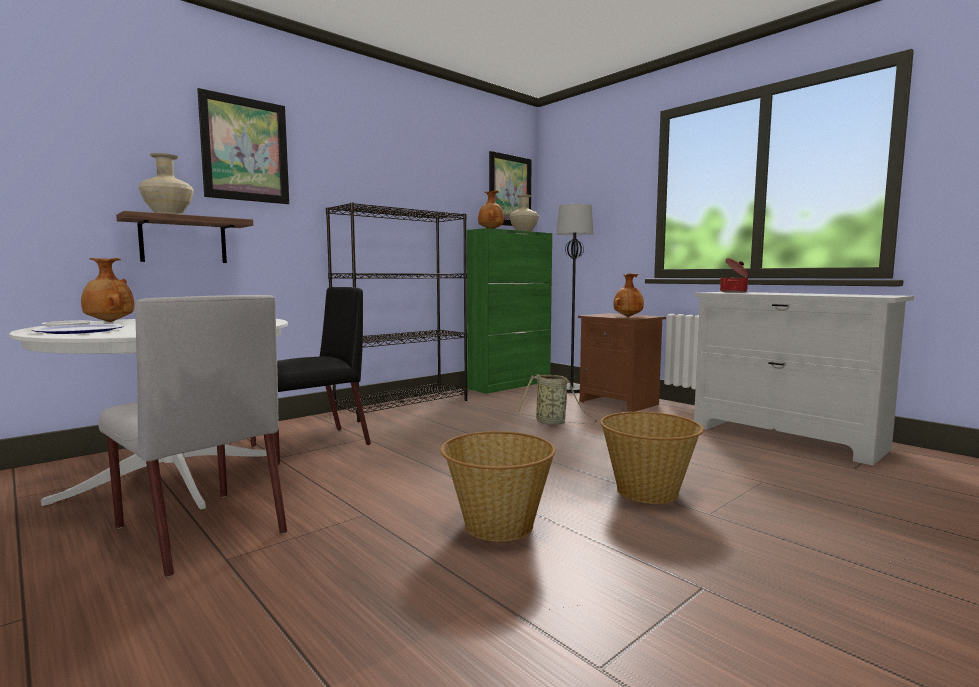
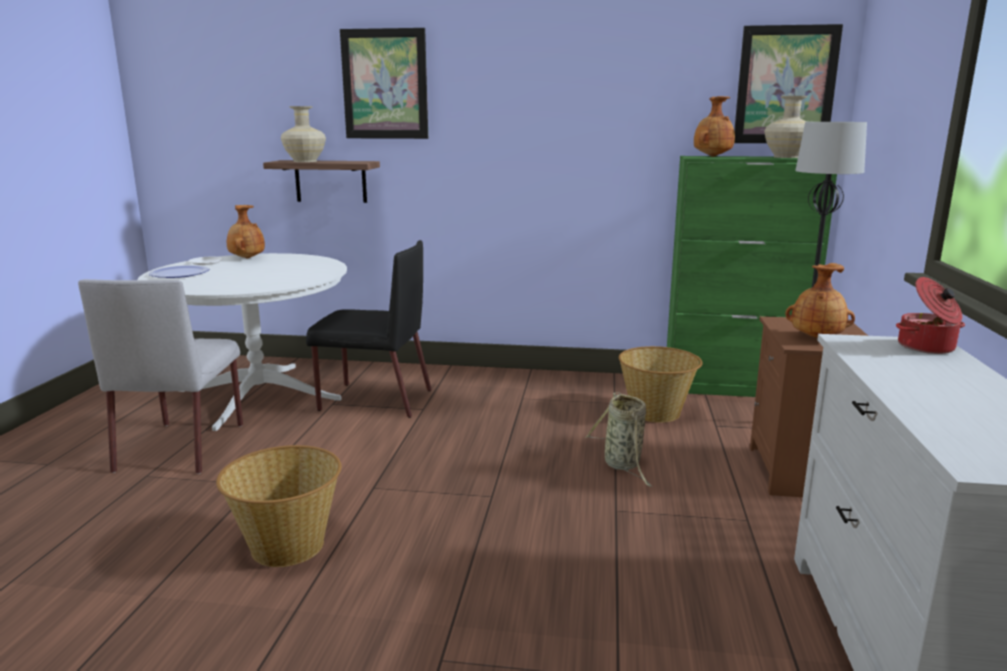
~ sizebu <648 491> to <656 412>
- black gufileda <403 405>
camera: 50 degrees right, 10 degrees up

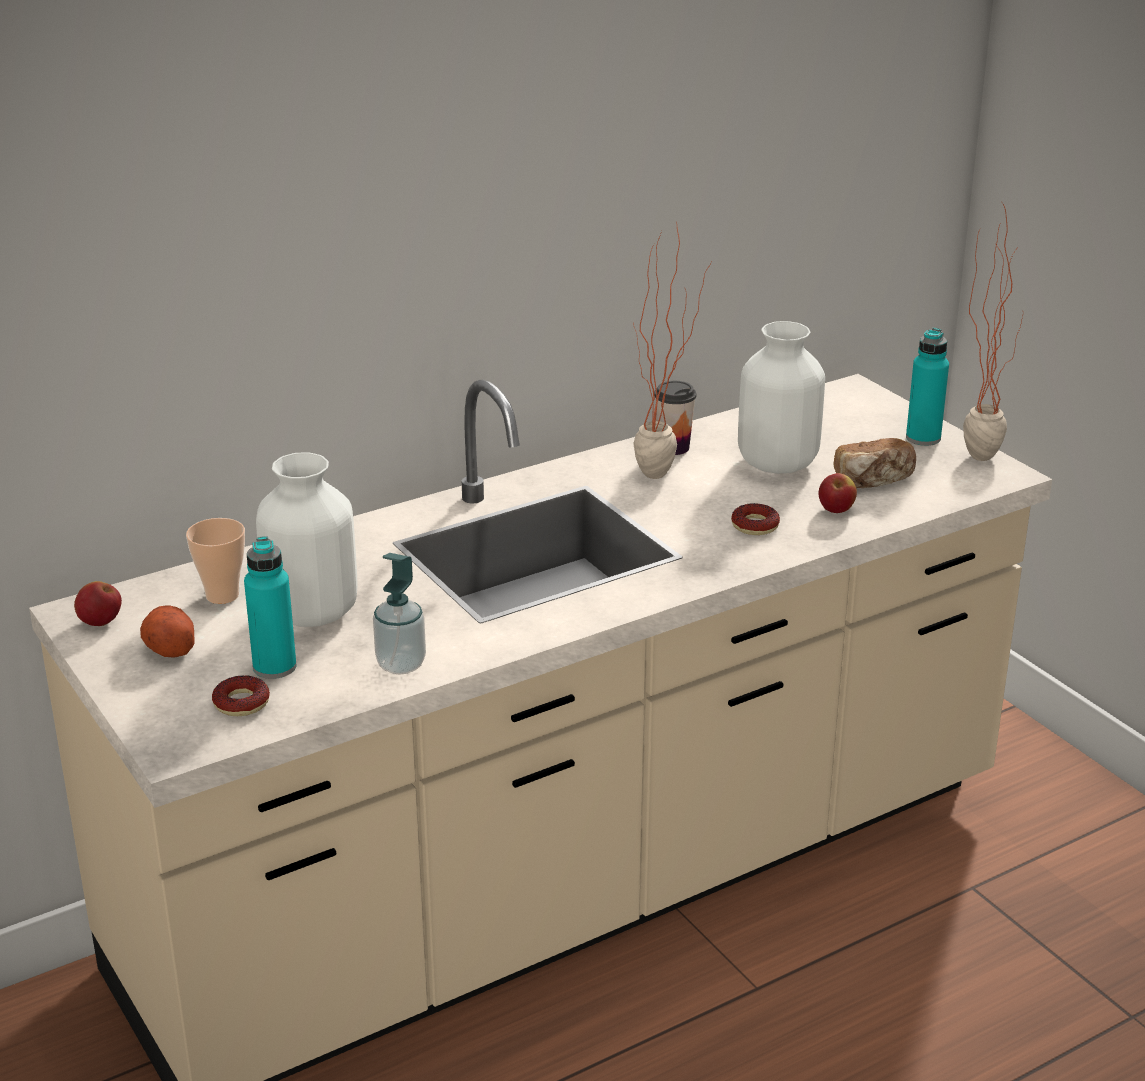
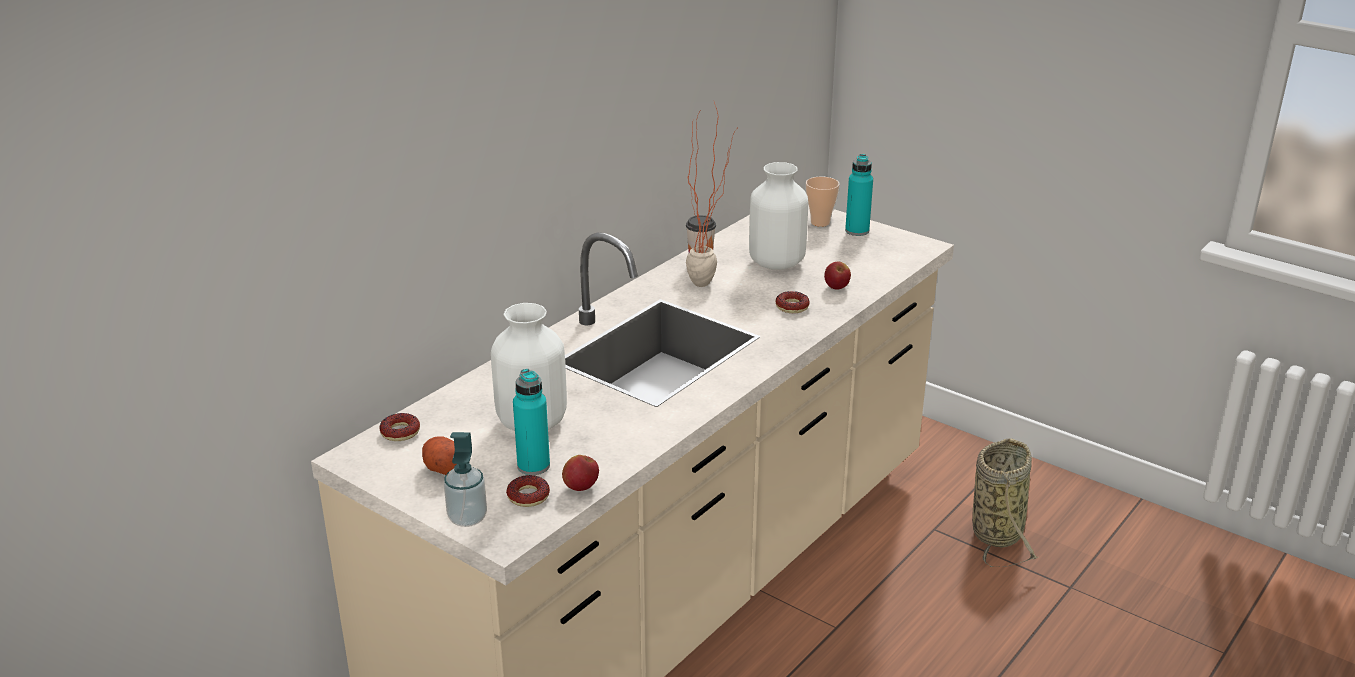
+ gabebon <400 432>
~ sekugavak <401 664> to <467 518>
~ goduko <100 622> to <581 487>
~ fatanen <222 595> to <820 222>
+ sizebu <997 530>
- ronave <874 481>
- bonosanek <979 451>
camera: 20 degrees left, 0 degrees up

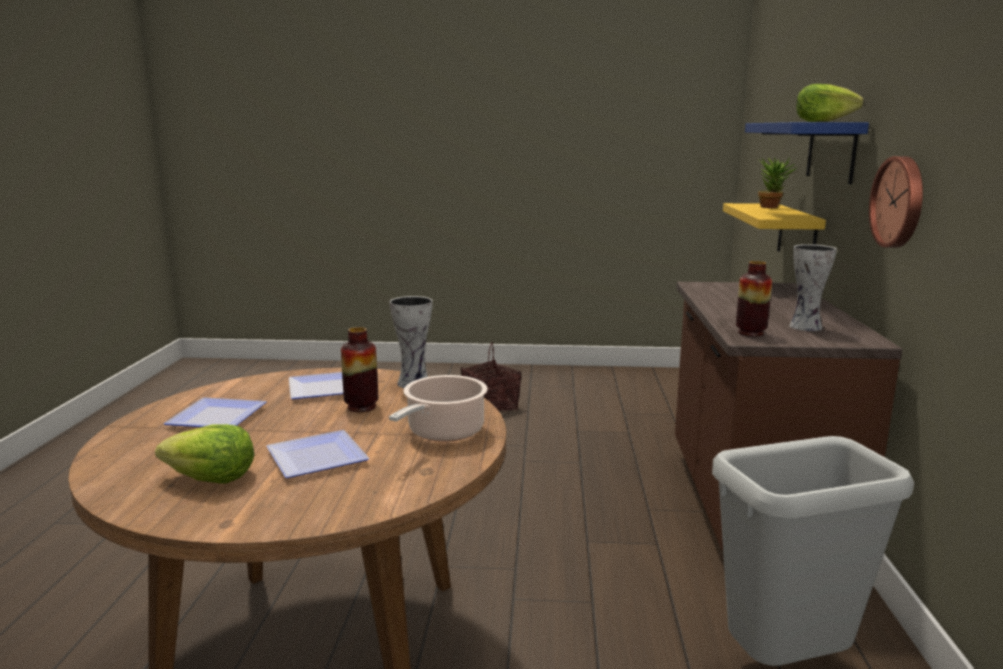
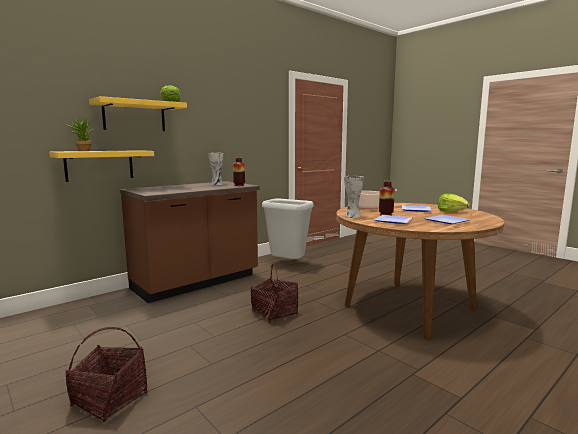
~ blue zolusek <831 151> to yellow zolusek <134 116>
+ sizebu <274 313>
- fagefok <900 202>
camera: 135 degrees left, 5 degrees down

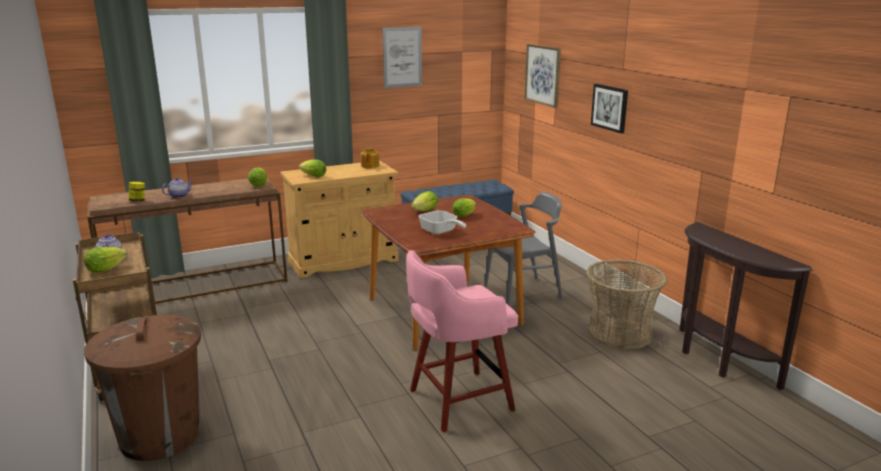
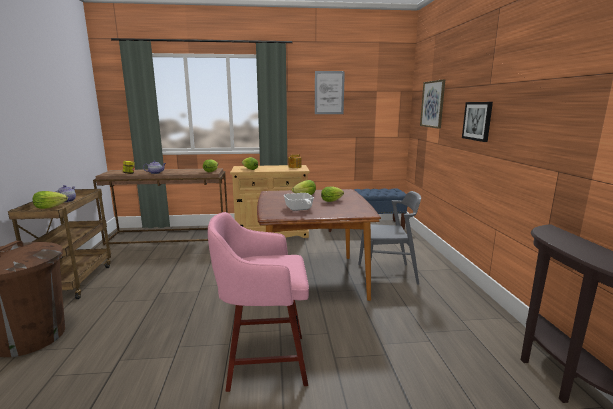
- sizebu <620 333>
camera: 20 degrees right, 5 degrees down

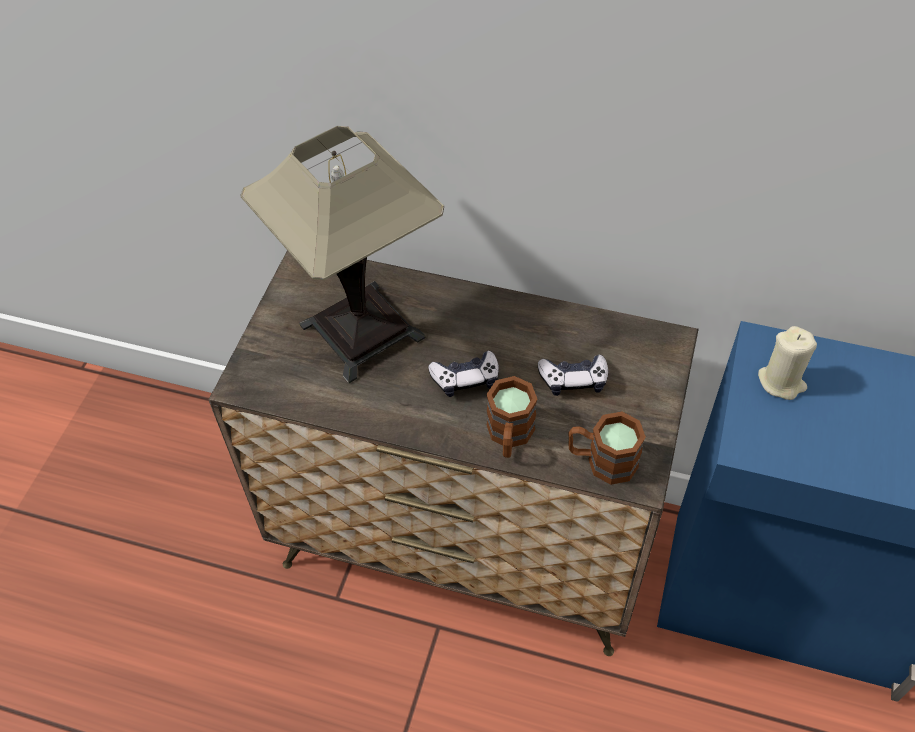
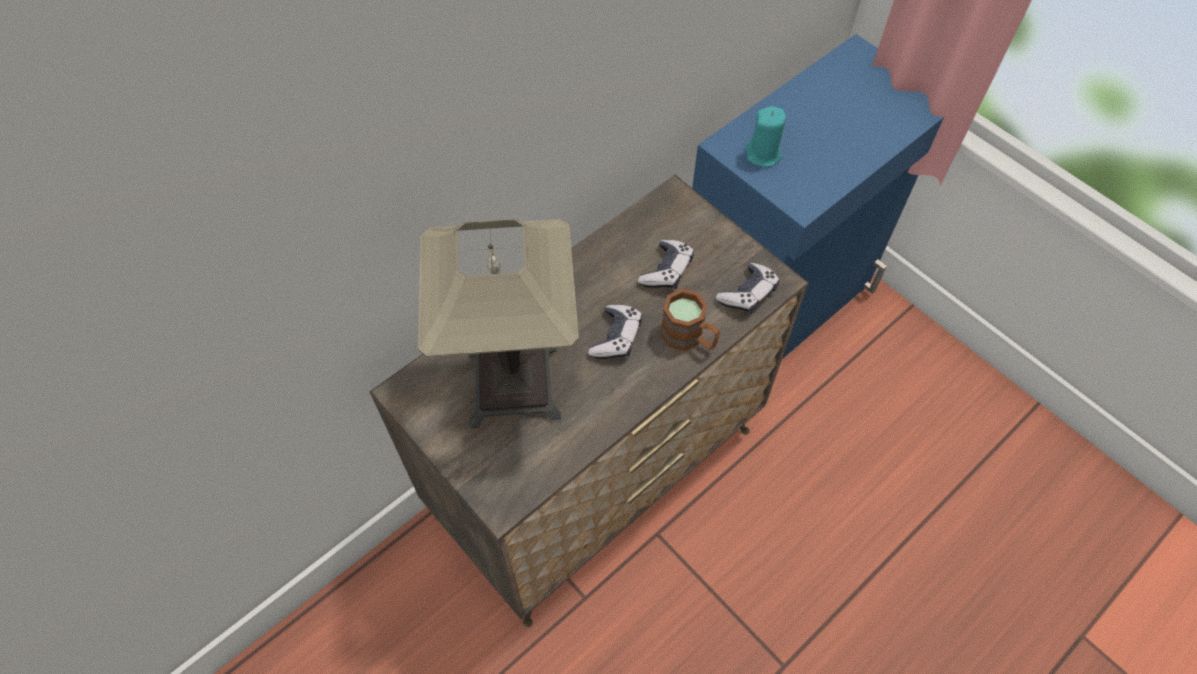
~ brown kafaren <602 461> to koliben <748 294>
~ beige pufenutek <781 381> to turquoise pufenutek <763 155>
camera: 60 degrees left, 5 degrees up

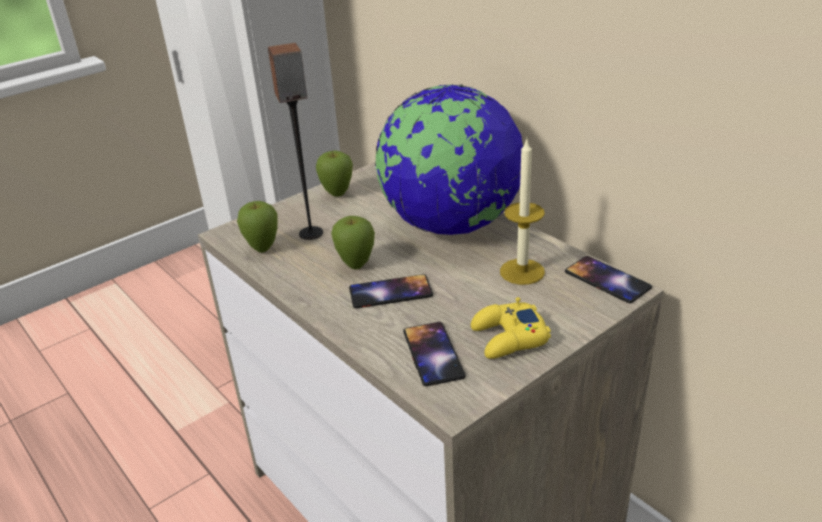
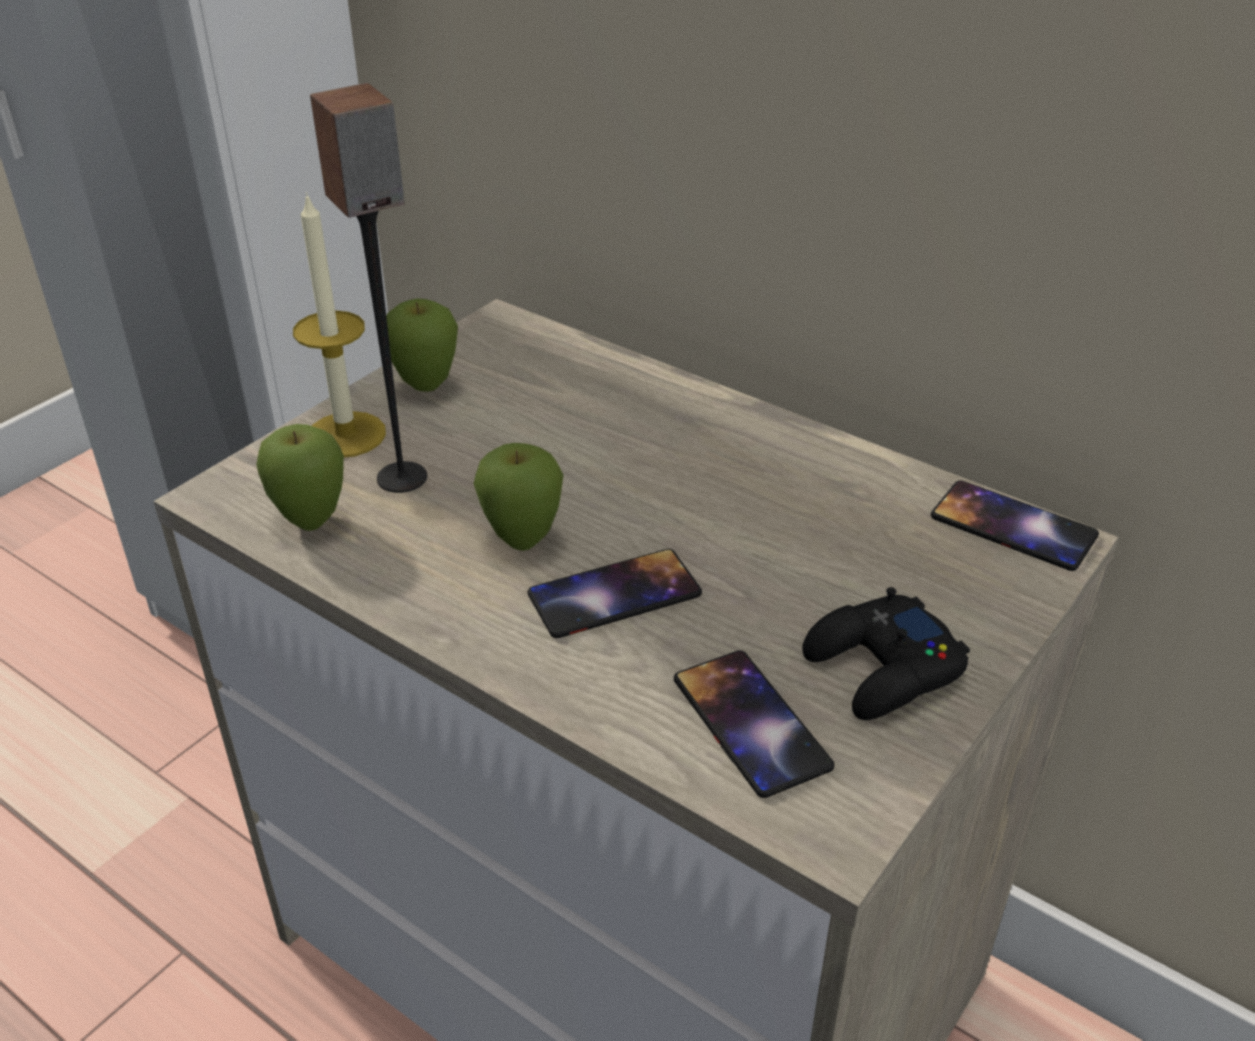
~ pufenutek <522 271> to <346 435>
~ yellow koliben <509 338> to black koliben <882 669>
- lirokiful <450 225>
camera: 15 degrees left, 5 degrees up

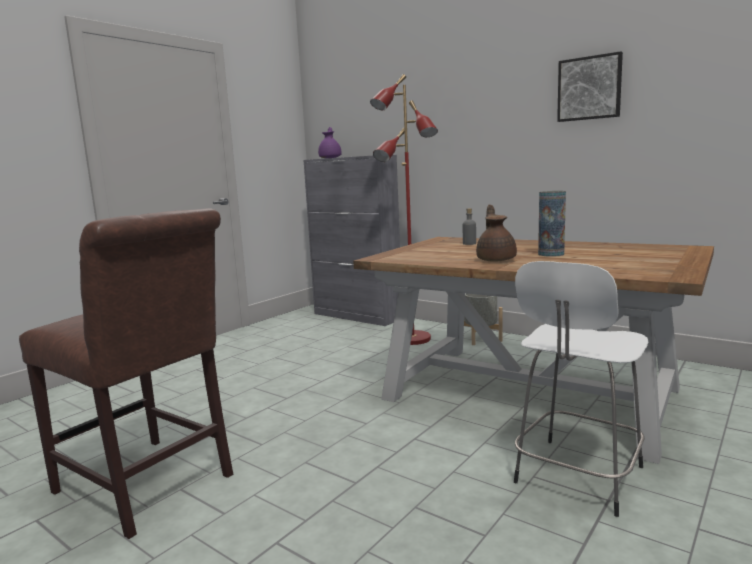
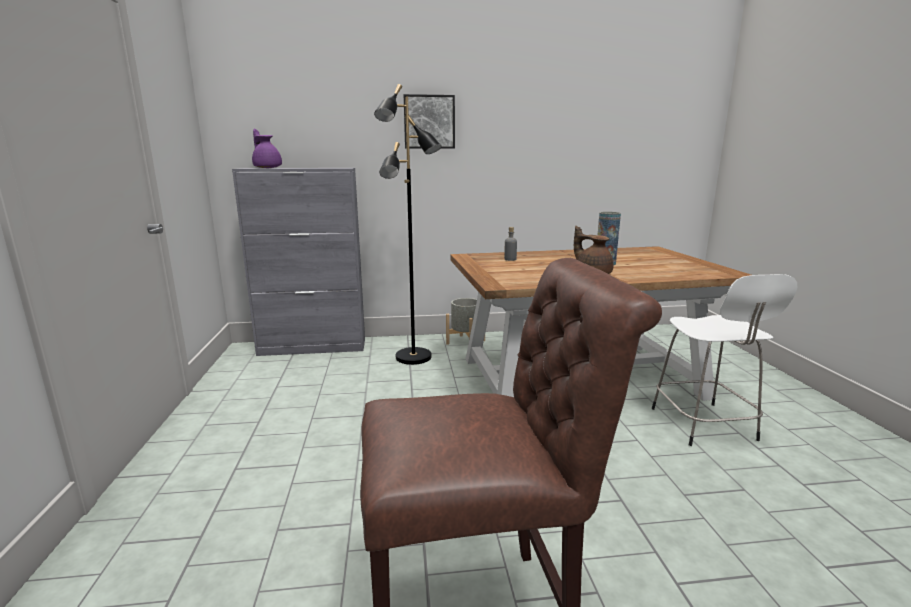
~ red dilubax <412 339> to black dilubax <414 357>
~ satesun <589 88> to <429 122>
camera: 45 degrees left, 5 degrees up

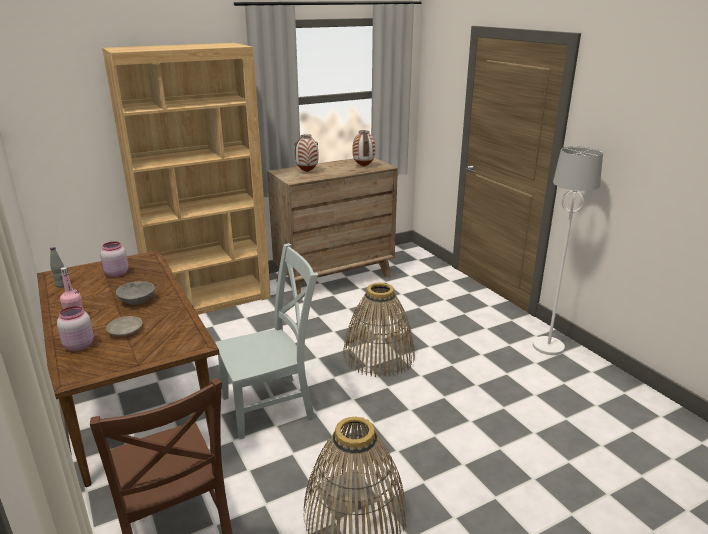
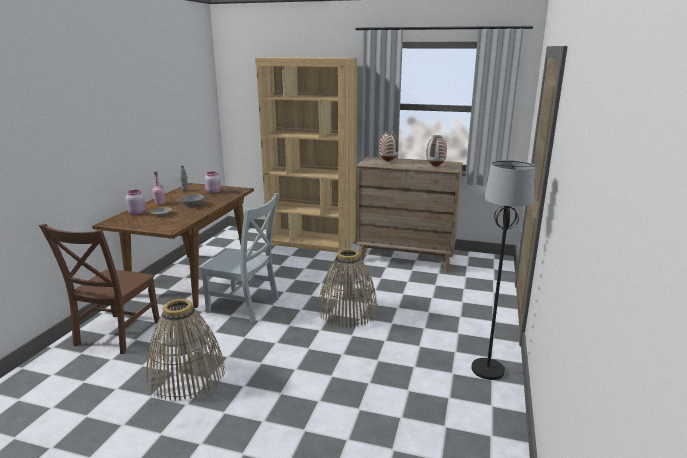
~ white dilubax <548 346> to black dilubax <488 370>
camera: 45 degrees right, 5 degrees down

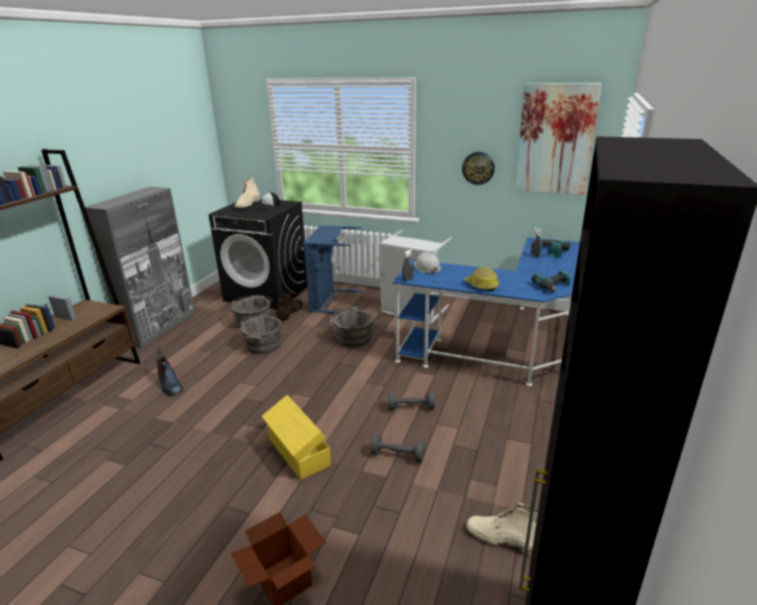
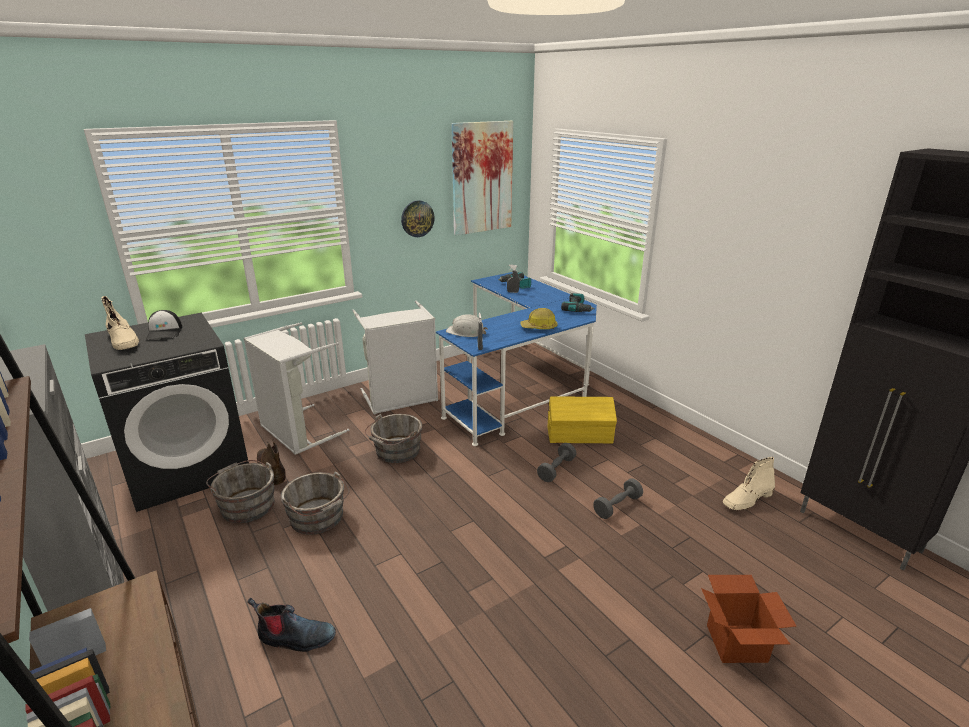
~ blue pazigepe <331 301> to grey pazigepe <296 432>
~ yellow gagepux <298 452> to <580 435>
camera: 55 degrees left, 0 degrees up

